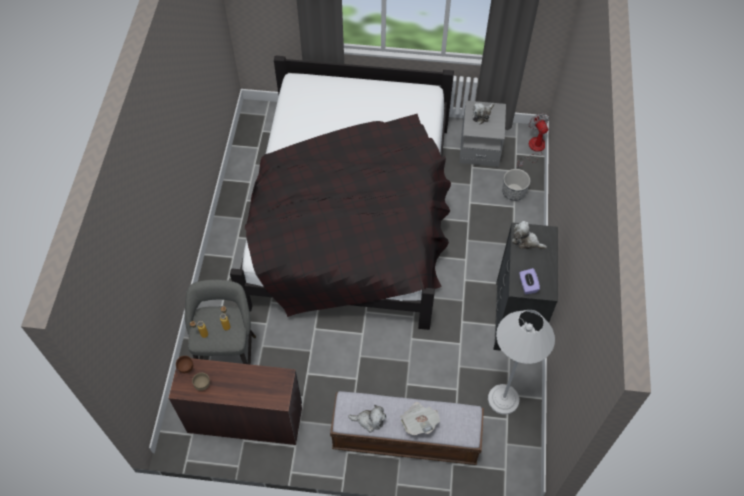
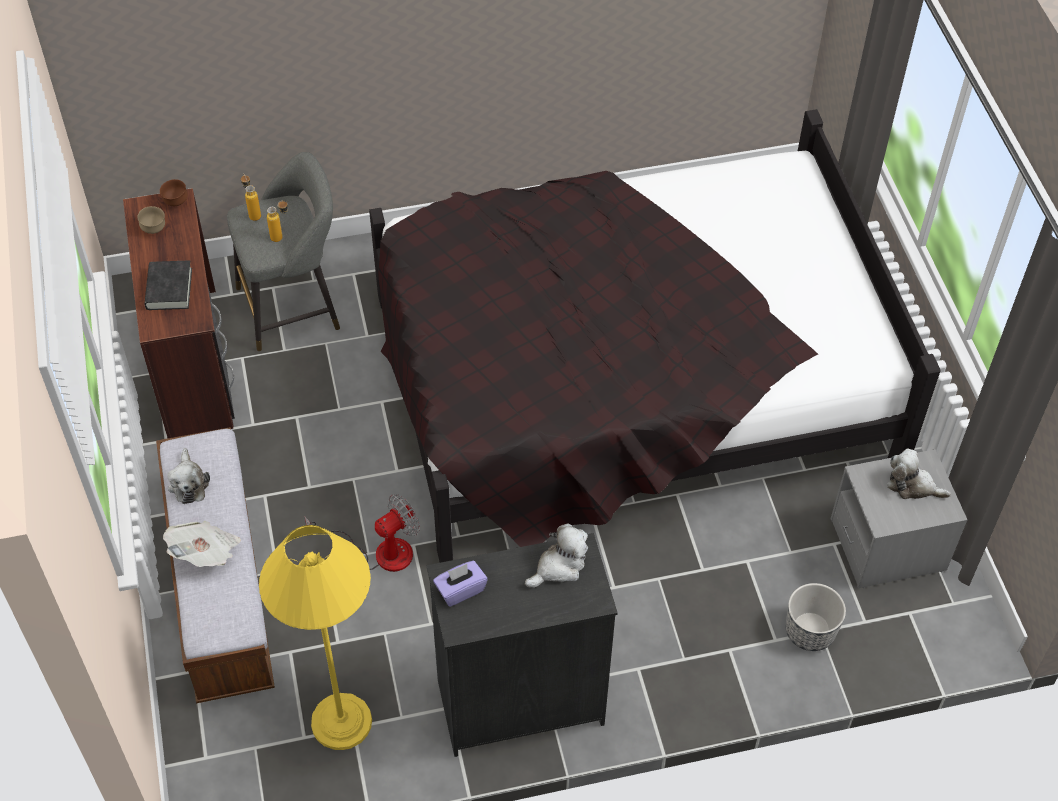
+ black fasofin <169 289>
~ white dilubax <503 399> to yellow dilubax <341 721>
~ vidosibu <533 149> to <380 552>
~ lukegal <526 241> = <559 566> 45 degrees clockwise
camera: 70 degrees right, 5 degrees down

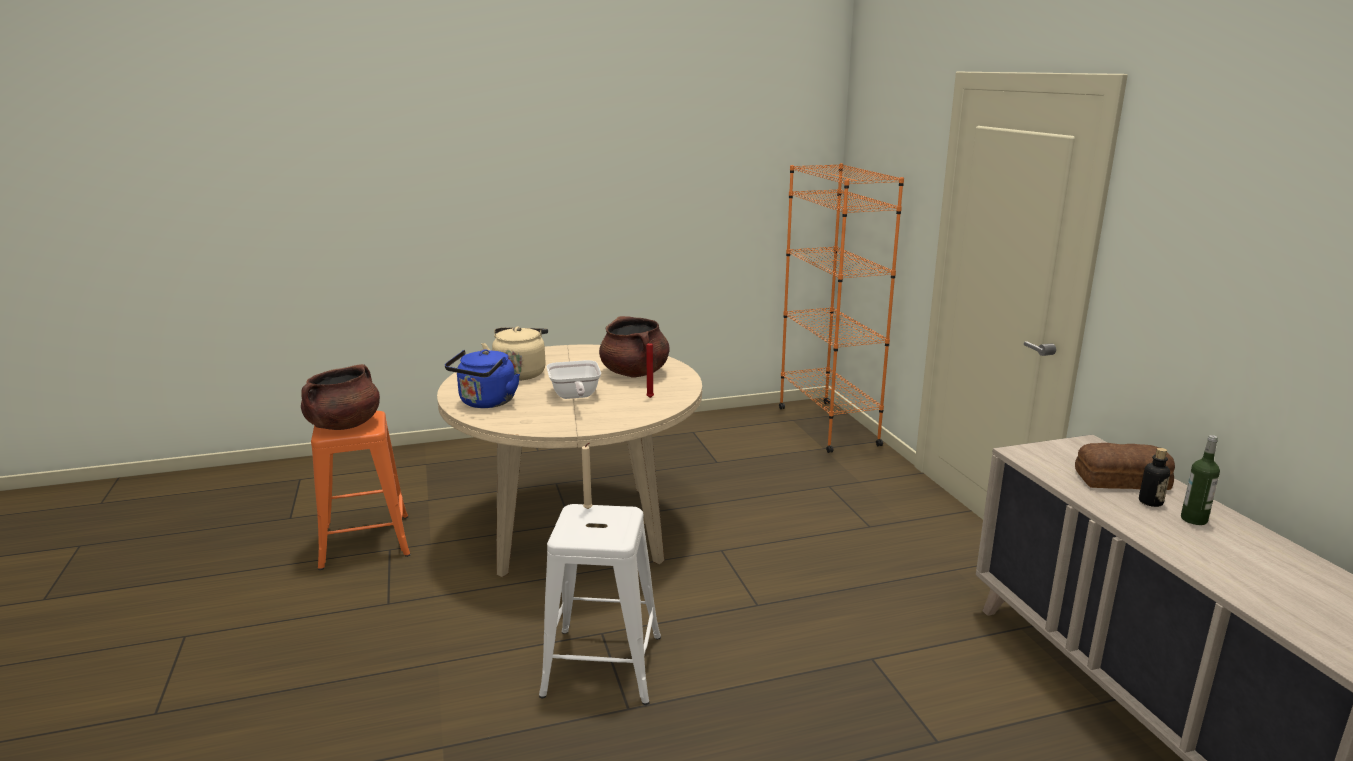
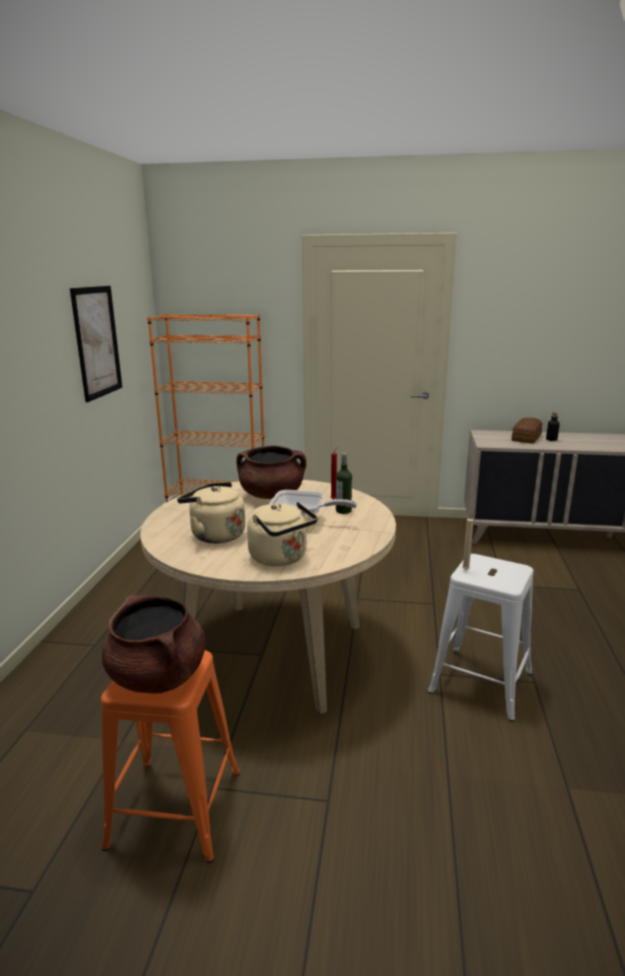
+ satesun <97 342>
~ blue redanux <486 403> to beige redanux <281 558>
~ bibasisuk <1193 519> to <343 511>
camera: 65 degrees left, 0 degrees up

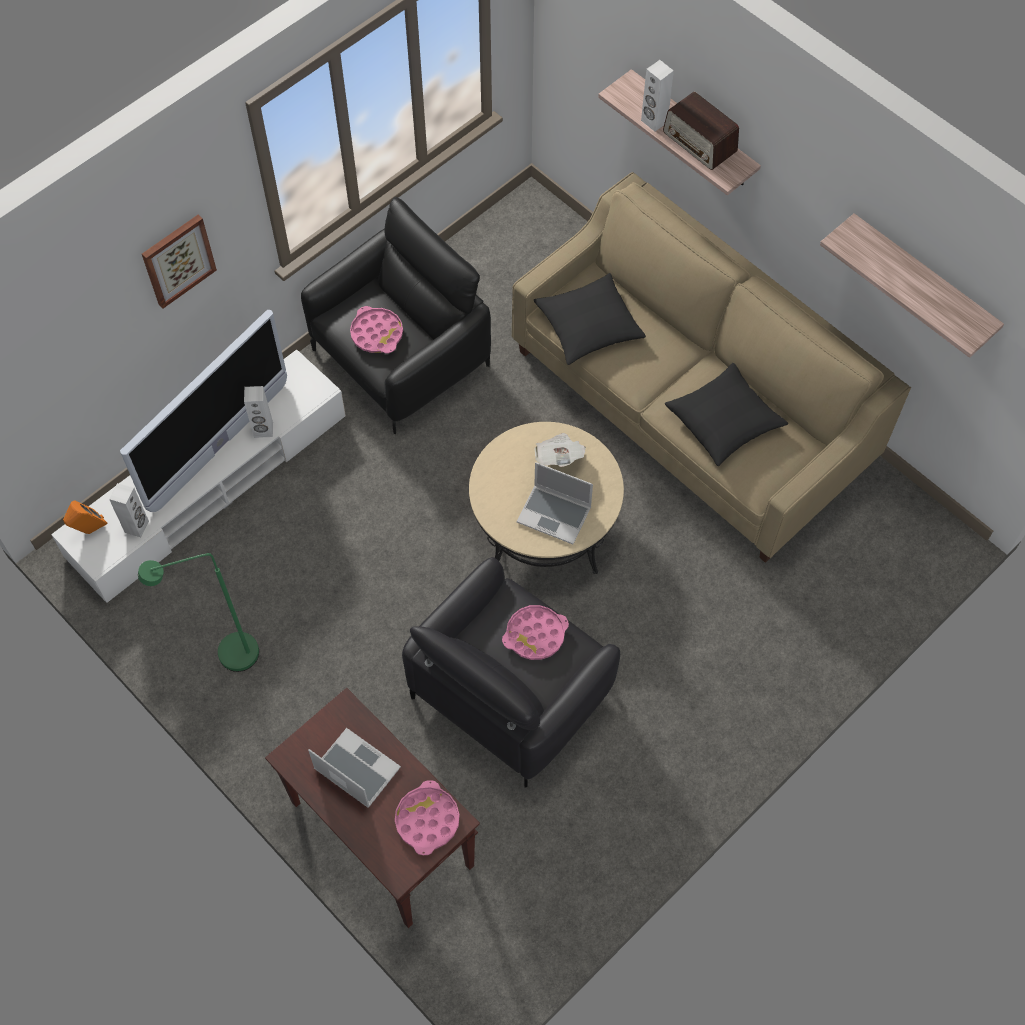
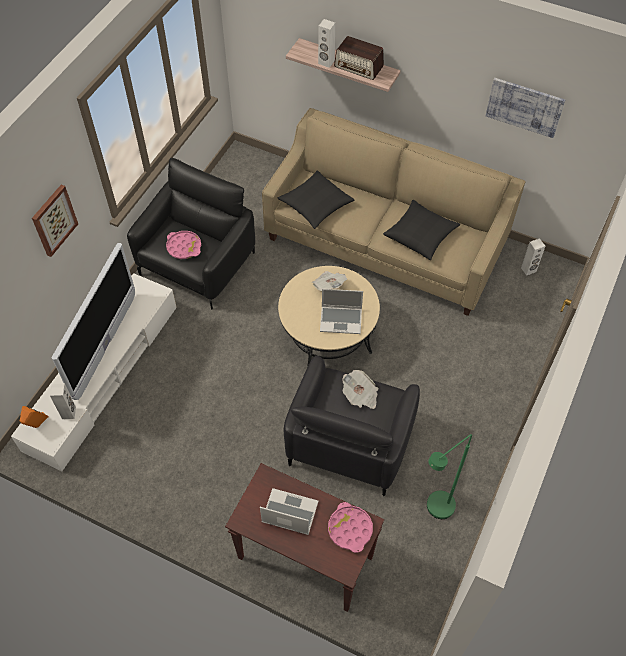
~ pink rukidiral <535 635> to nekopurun <360 395>
~ green dilubax <227 657> to <435 511>
~ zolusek <922 281> to satesun <524 107>
~ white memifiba <263 430> to <528 270>
camera: 20 degrees left, 5 degrees down

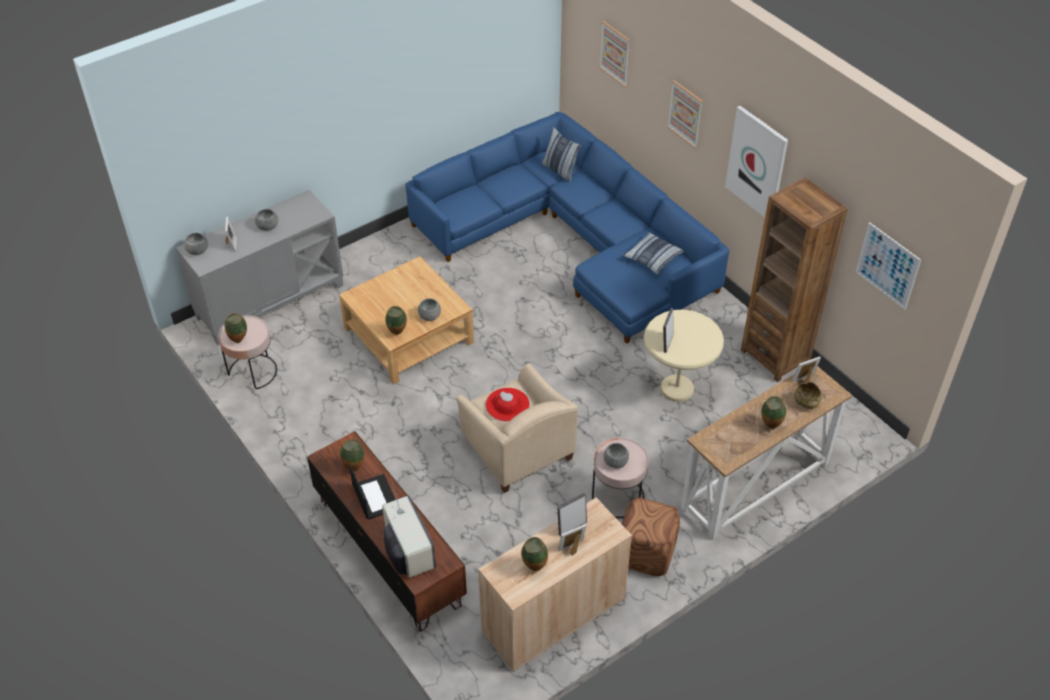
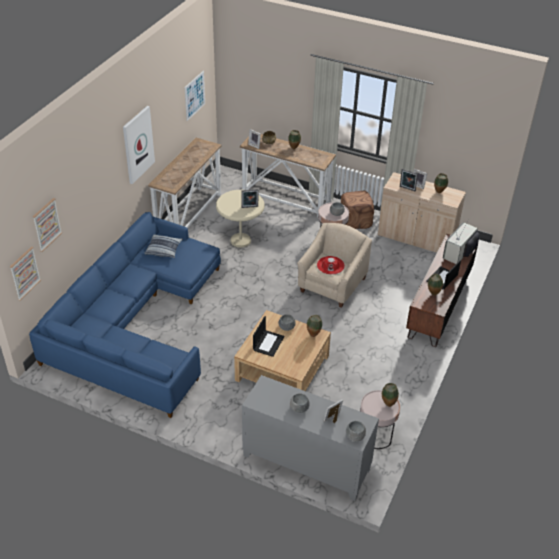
~ satesun <685 113> to <24 273>
~ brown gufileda <775 356> to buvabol <189 213>
+ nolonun <268 343>
- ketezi <560 170>
camera: 120 degrees left, 5 degrees down

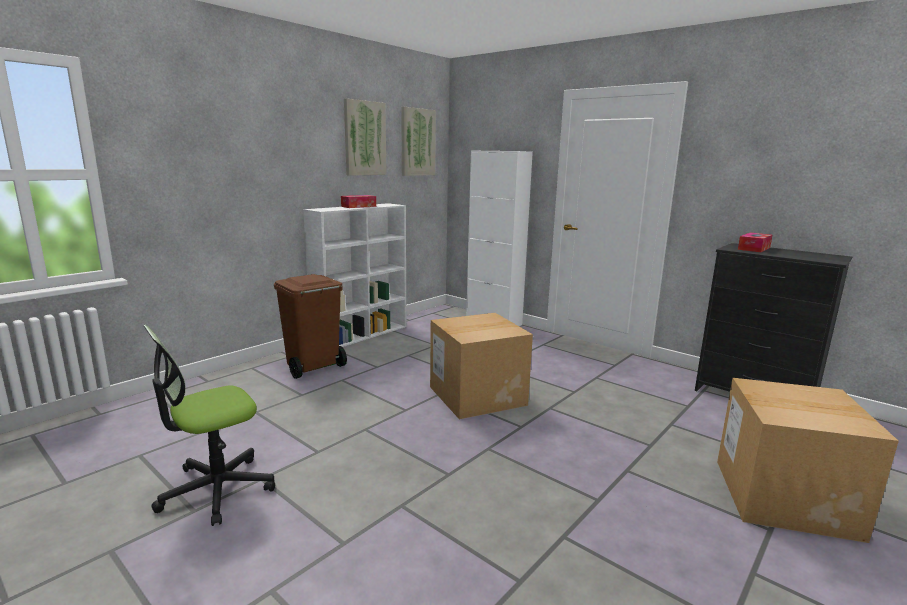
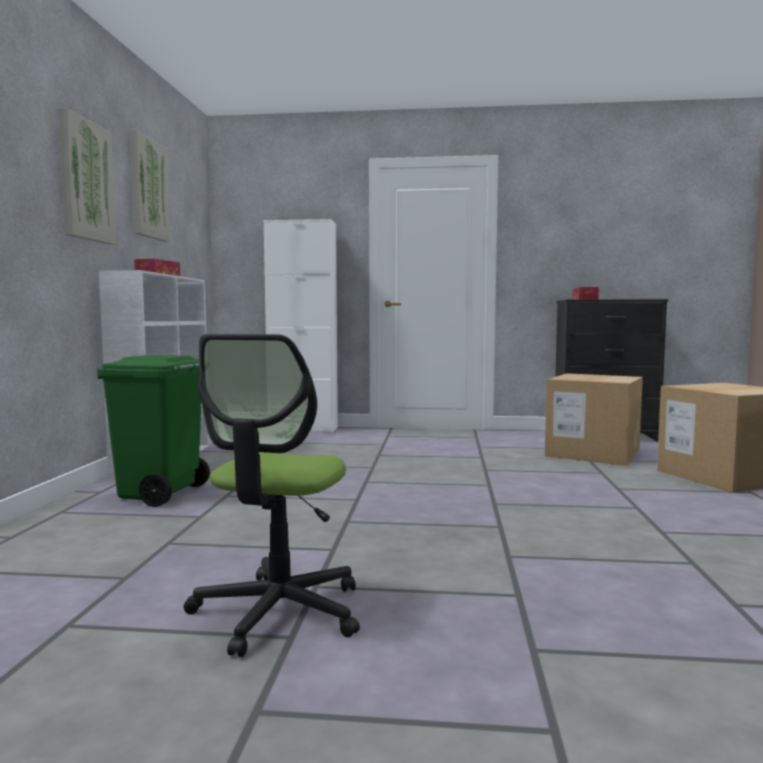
~ satesun <417 142> to <86 181>
~ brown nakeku <312 367> to green nakeku <160 494>
~ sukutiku <477 396> to <592 453>
camera: 35 degrees left, 10 degrees down

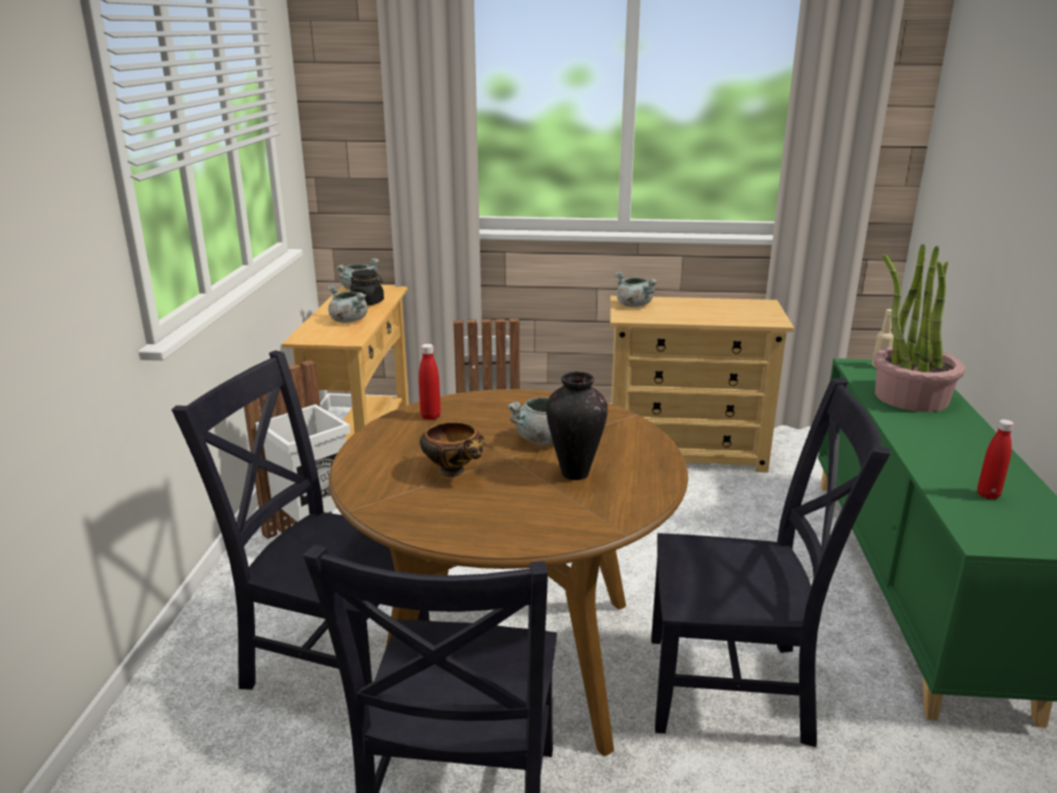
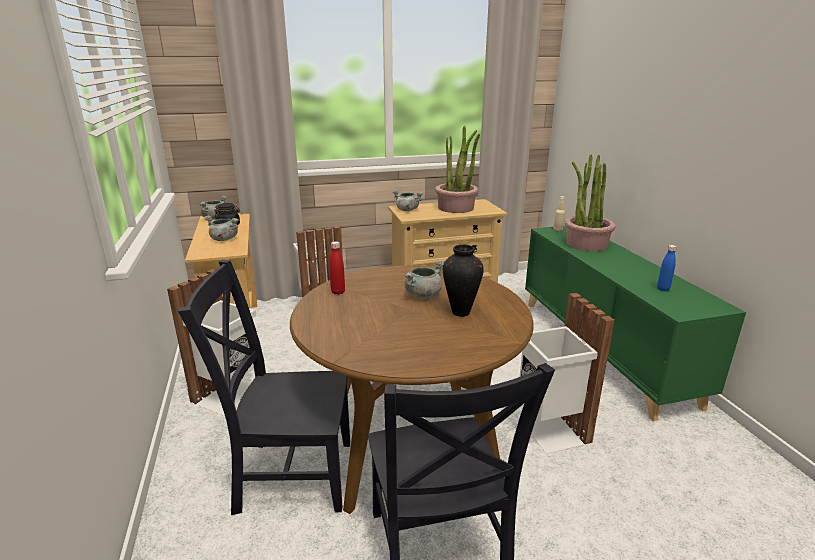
+ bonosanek <456 208>
~ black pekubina <736 689> to white nakeku <550 429>
~ red bibasisuk <988 495> to blue bibasisuk <663 289>
- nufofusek <454 472>
camera: 20 degrees left, 0 degrees up

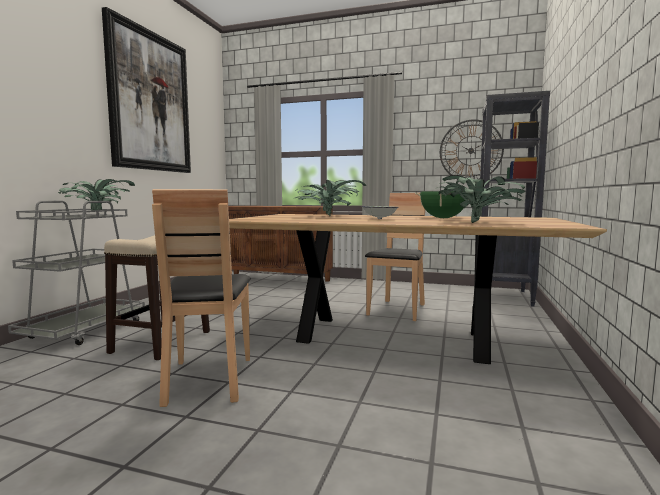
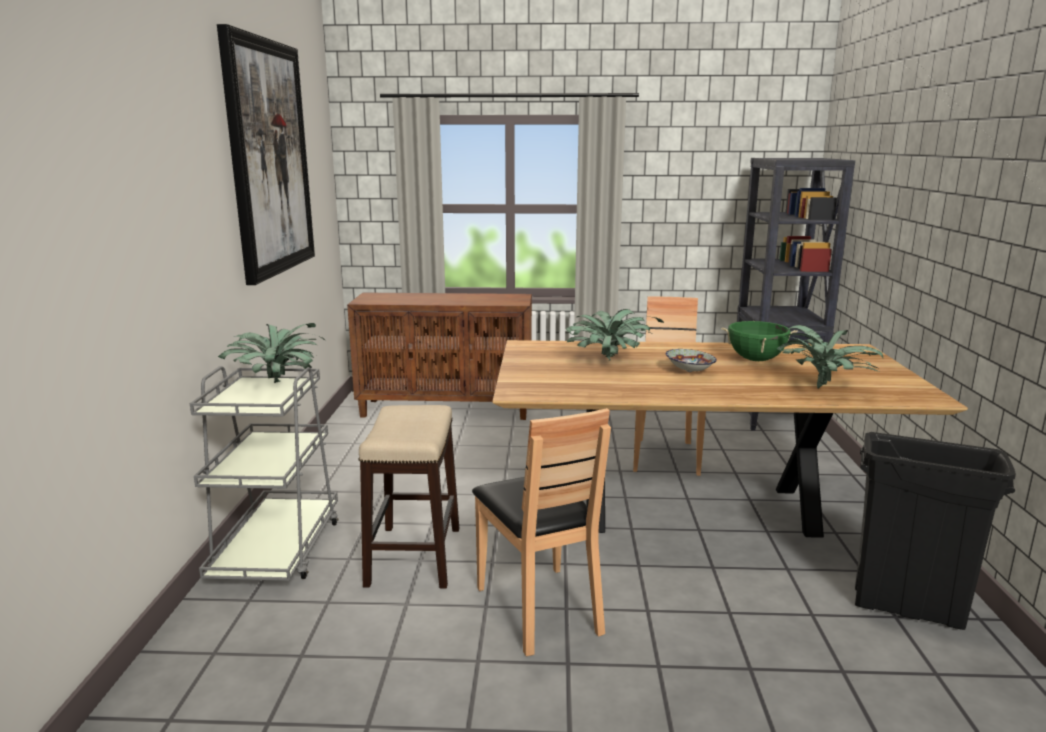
+ black nakeku <908 609>
- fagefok <471 150>
camera: 15 degrees left, 10 degrees up

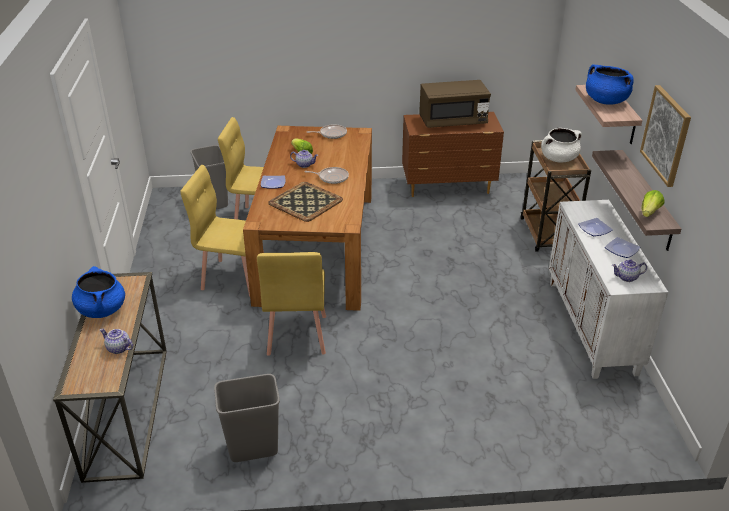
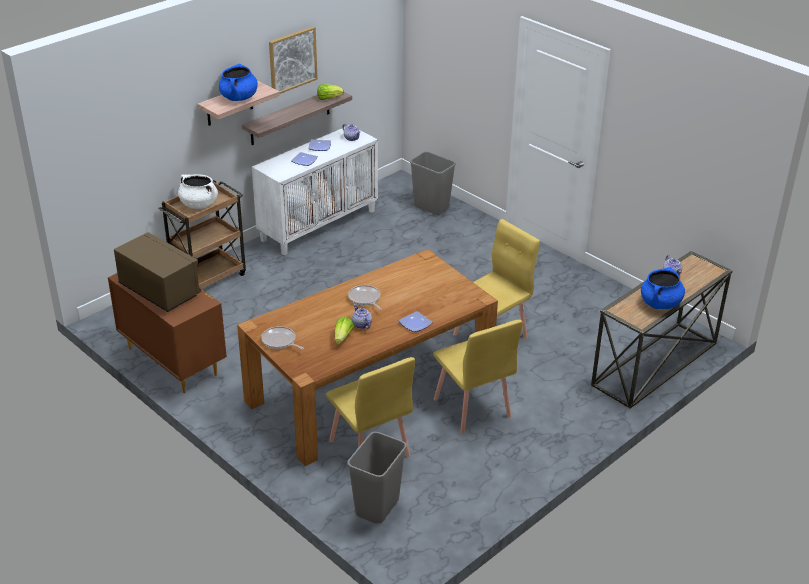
~ grey nakeku <253 449> to <432 207>
- rukidiral <305 201>
camera: 130 degrees left, 0 degrees up

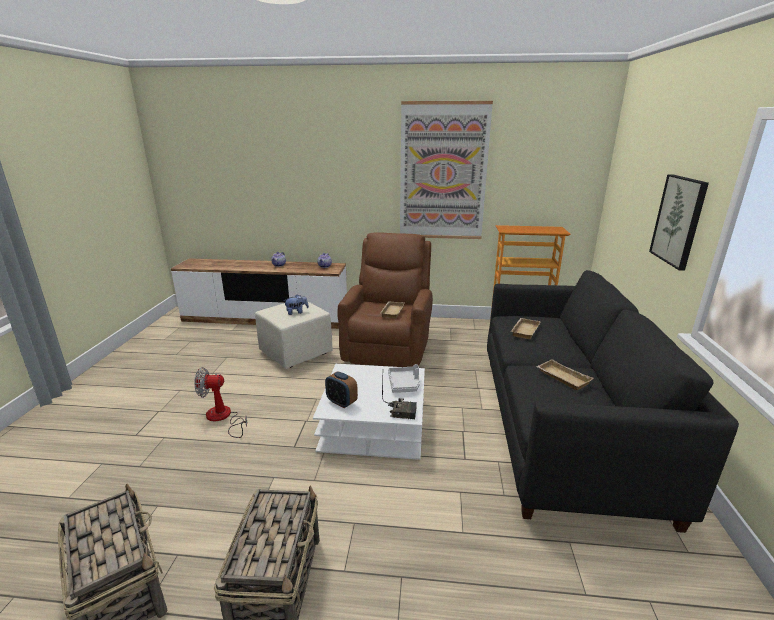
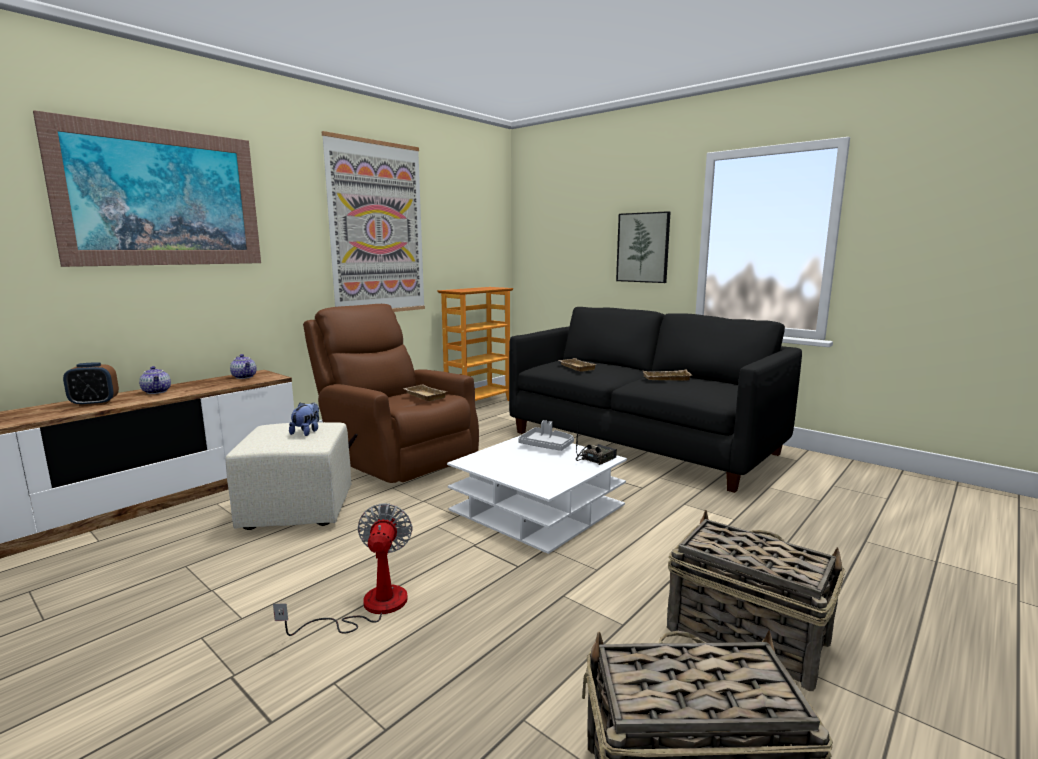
+ satesun <162 198>
~ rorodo <341 402> to <94 403>
~ vidosibu <223 418> = <369 607> 150 degrees clockwise
camera: 55 degrees left, 10 degrees down

